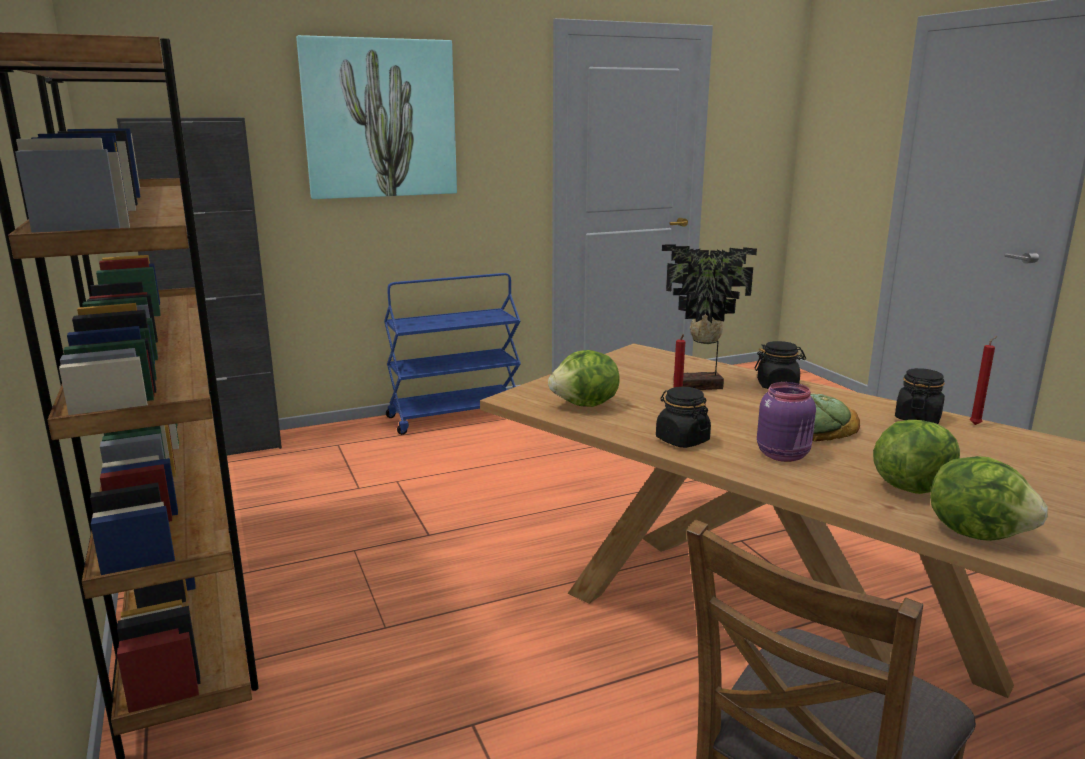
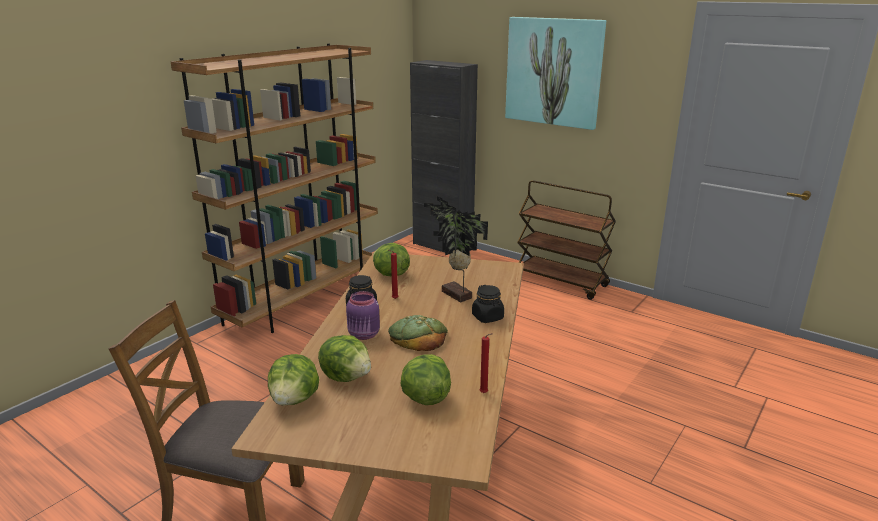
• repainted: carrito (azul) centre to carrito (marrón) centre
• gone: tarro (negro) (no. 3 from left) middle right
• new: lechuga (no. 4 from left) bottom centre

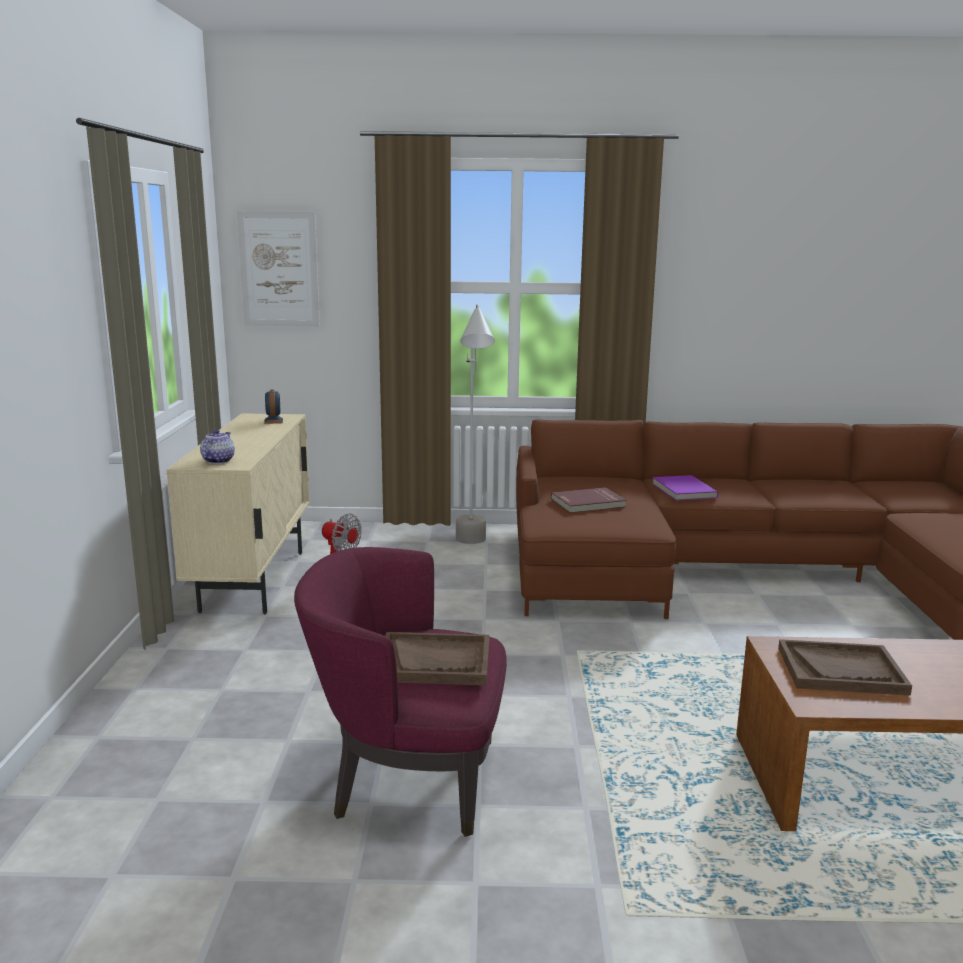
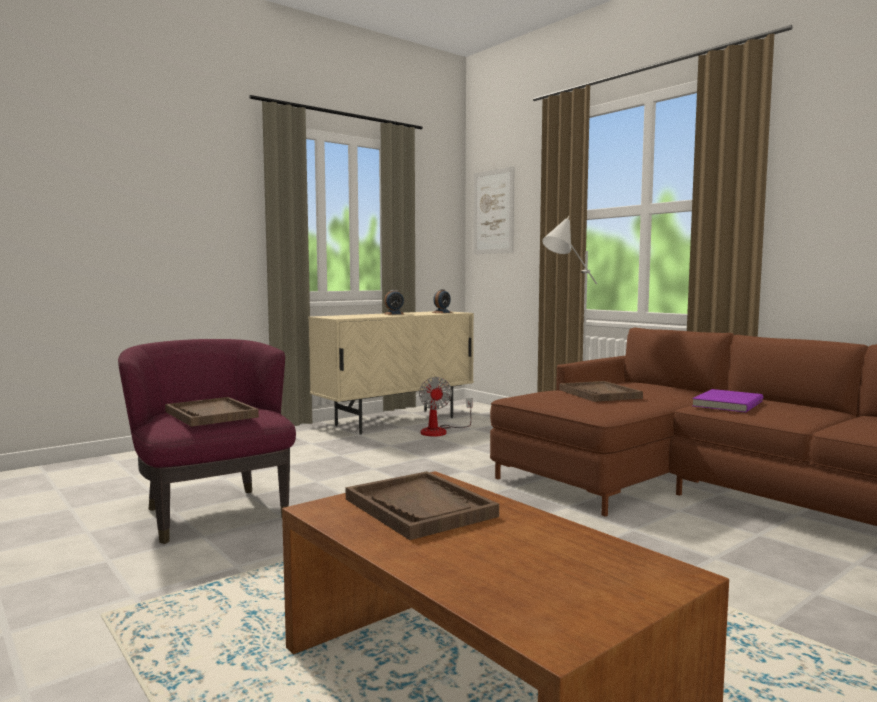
• gone: tetera middle left
• swapped: libro (rojo) centre to bandeja (marrón) (no. 3 from left) middle right
• new: despertador (no. 1 from left) centre

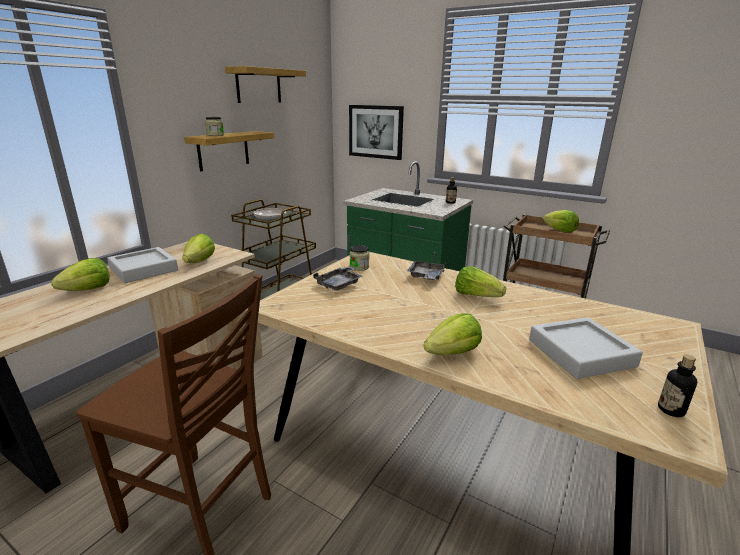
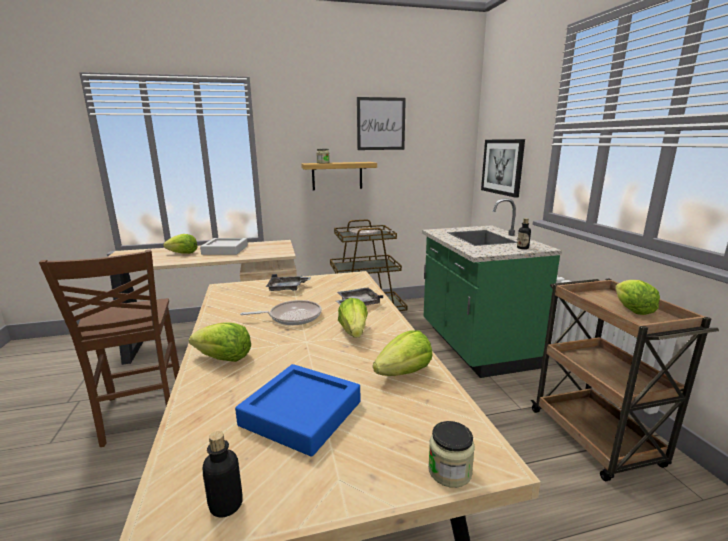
• swapped: estante (no. 2 from left) top centre to cuadro (no. 1 from left) top centre
• shifted: lechuga (no. 2 from left in the first image) middle left to lechuga (no. 4 from left) centre
• shifted: tarro (no. 2 from left) centre to bottom centre
• repainted: bandeja (gris) (no. 4 from left) middle right to bandeja (azul) bottom centre
• new: sartén (no. 1 from left) centre

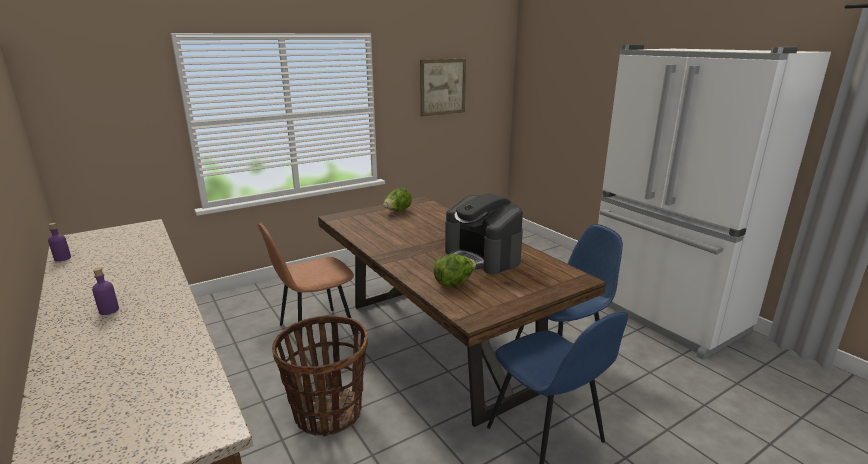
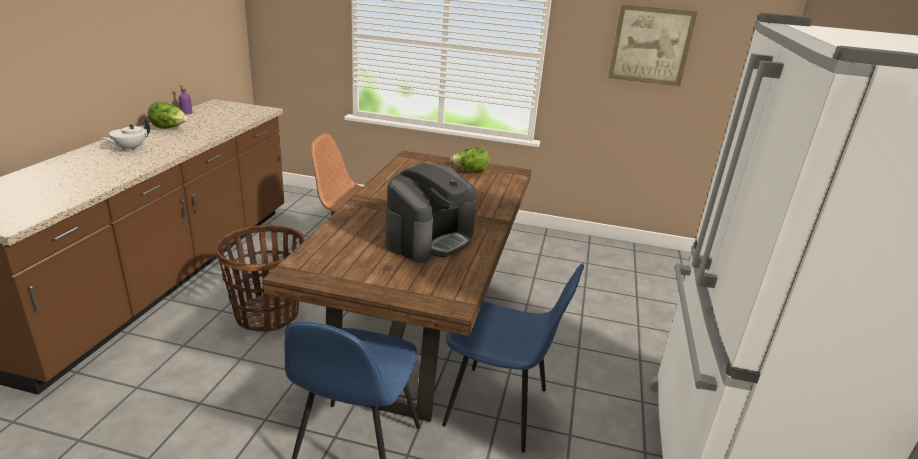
• rotated: cafetera centre = centre 150 degrees counterclockwise
• shifted: lechuga (no. 2 from left in the first image) centre to lechuga (no. 1 from left) top left
• swapped: botella (morado) (no. 2 from left) middle left to tetera (blanco) top left

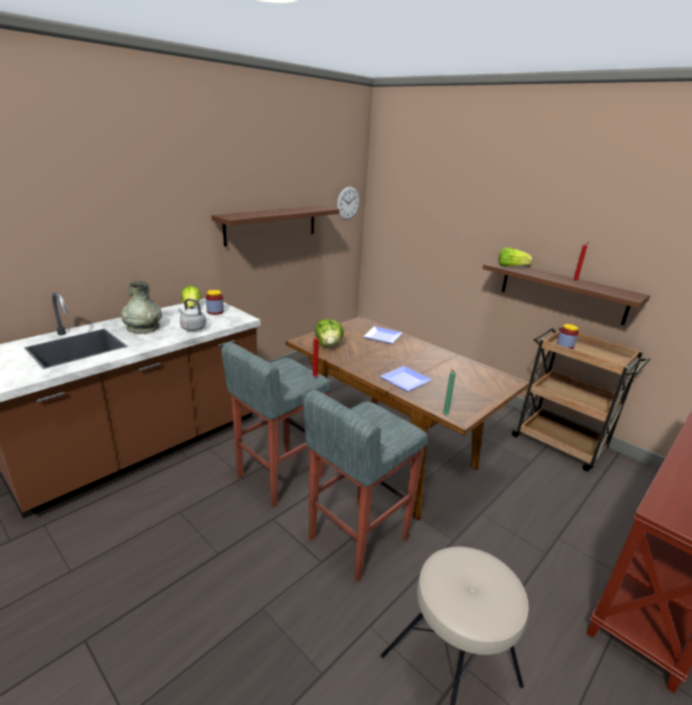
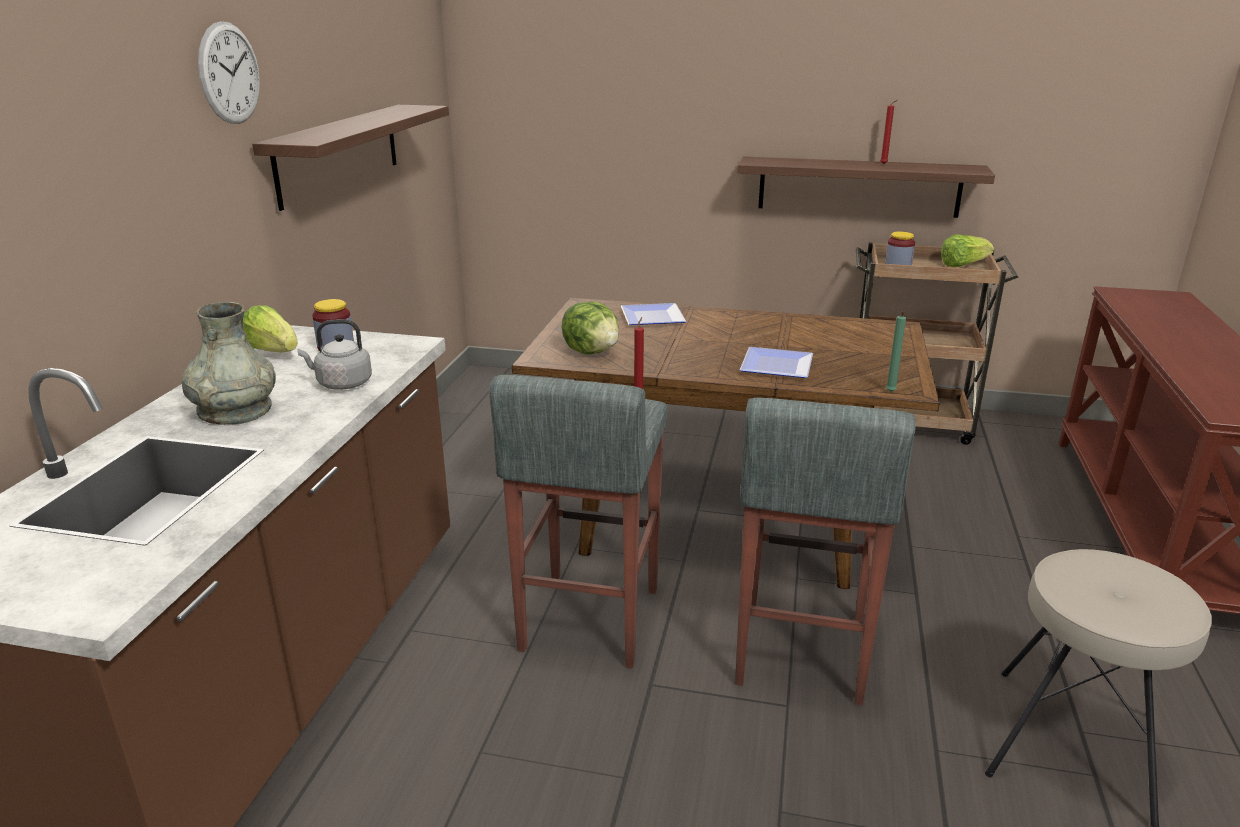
• shifted: reloj de pared top centre to top left
• shifted: lechuga (no. 3 from left) middle right to top right

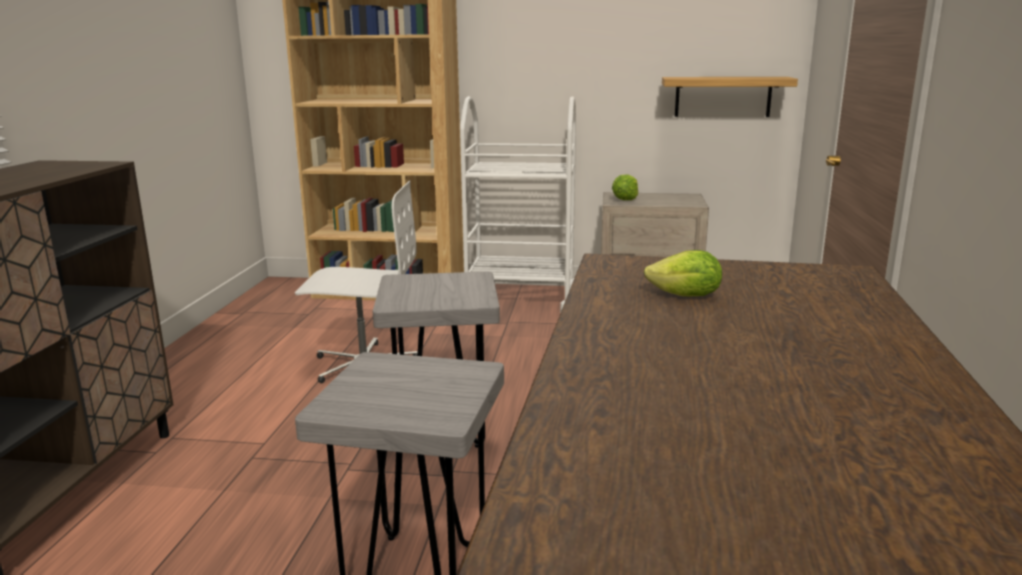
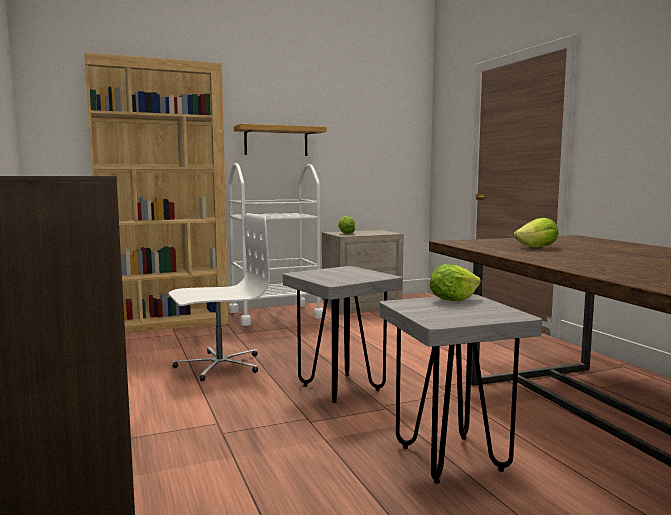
• shifted: estante top right to top centre
• new: lechuga (no. 2 from left) middle right

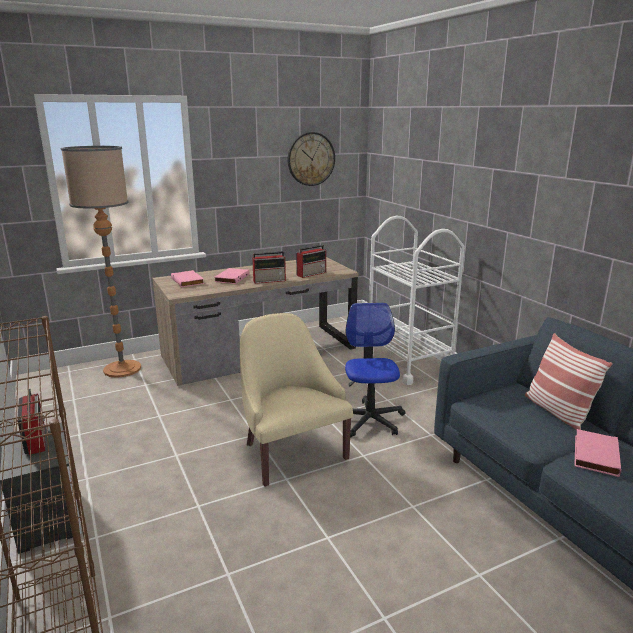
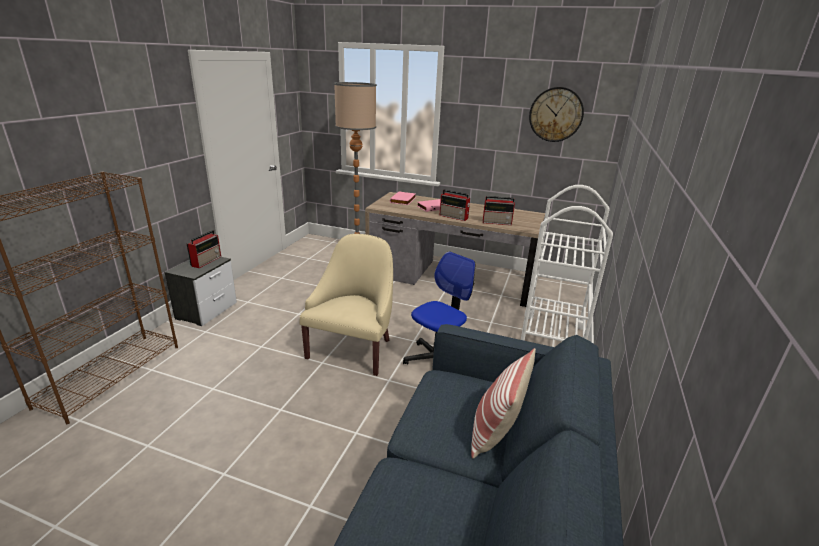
• gone: libro (rosa) (no. 3 from left) bottom right

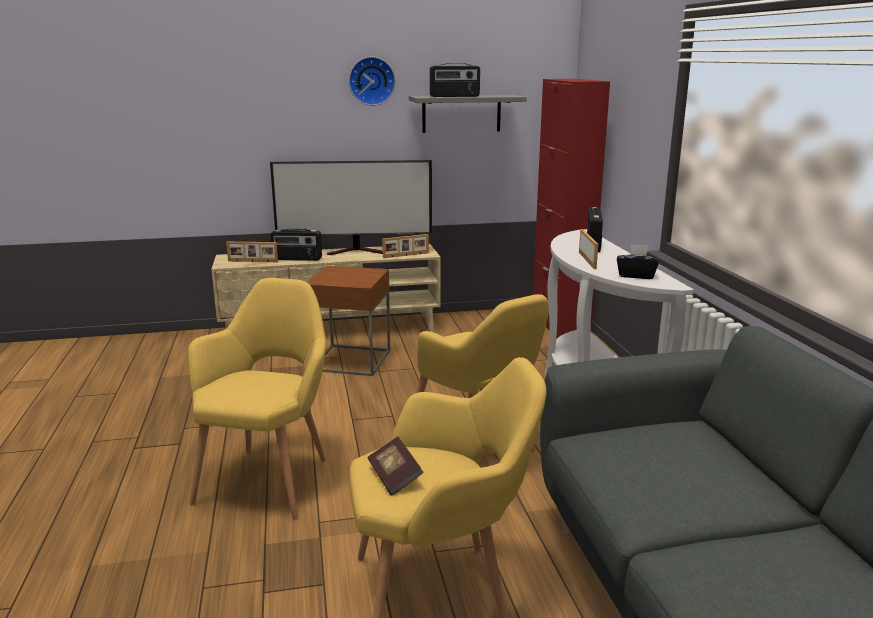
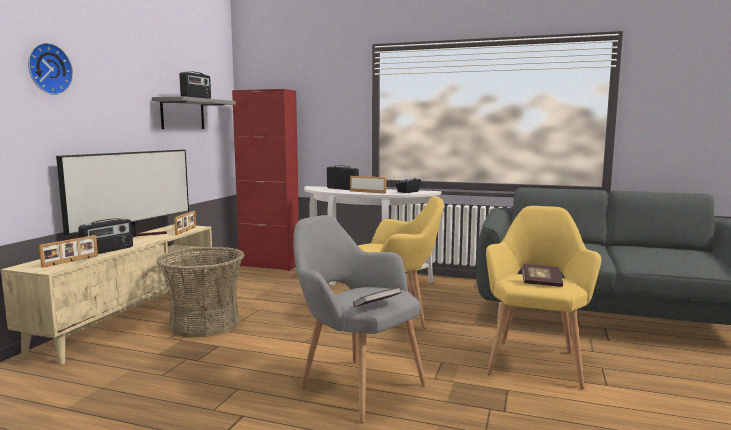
• shifted: reloj de pared top centre to top left
• swapped: mesa auxiliar (marrón) centre to cesta bottom left
• repainted: sillón (amarillo) (no. 1 from left) middle left to sillón (gris) bottom centre
• new: libro (no. 1 from left) bottom centre

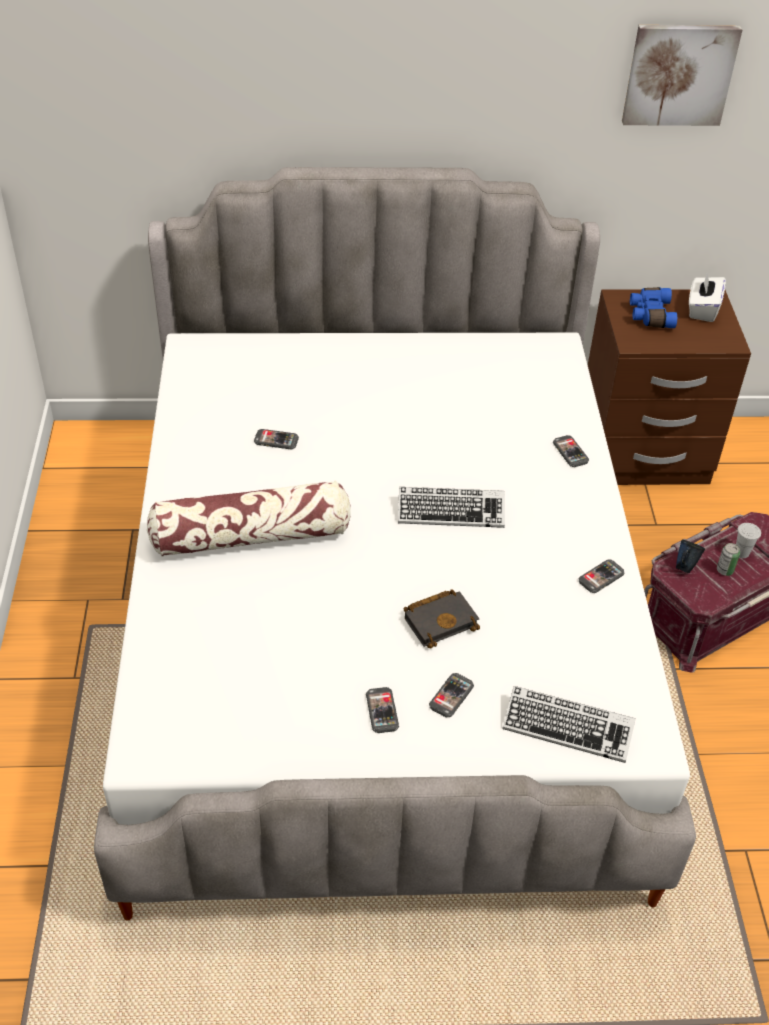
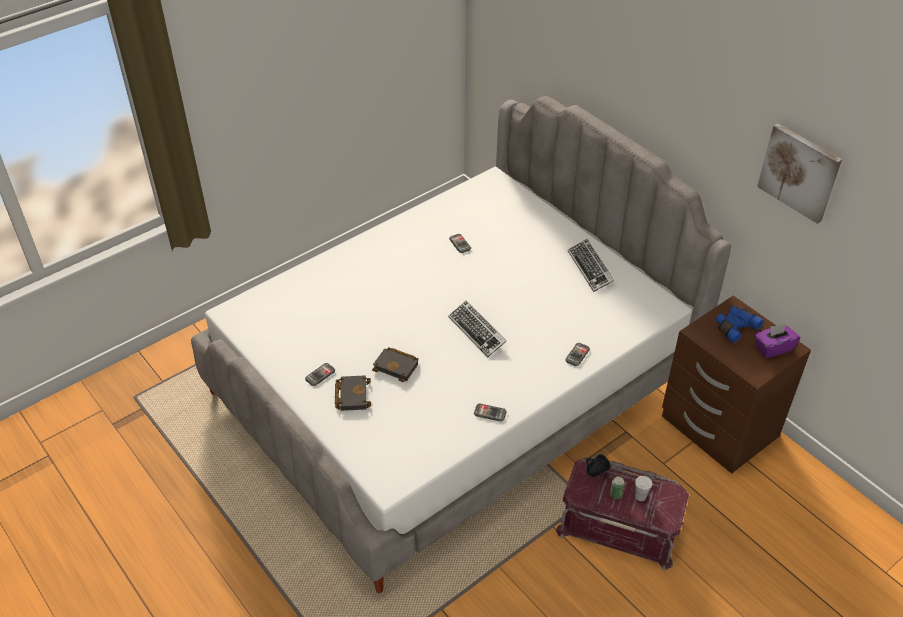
• repainted: caja de pañuelos (blanco) top right to caja de pañuelos (morado) middle right
• gone: cojín middle left
• swapped: móvil (no. 3 from left) bottom centre to libro (negro) (no. 1 from left) centre
• shifted: teclado (no. 2 from left) bottom right to centre

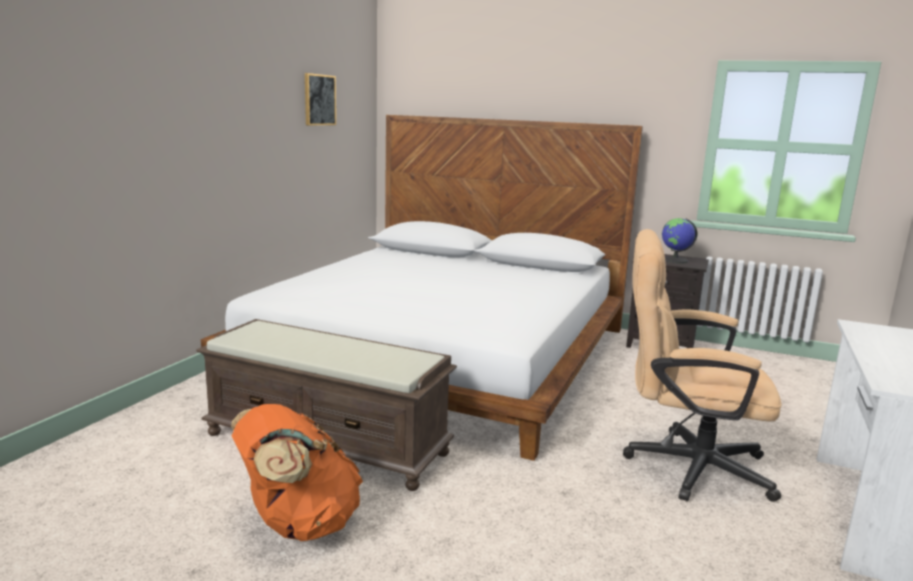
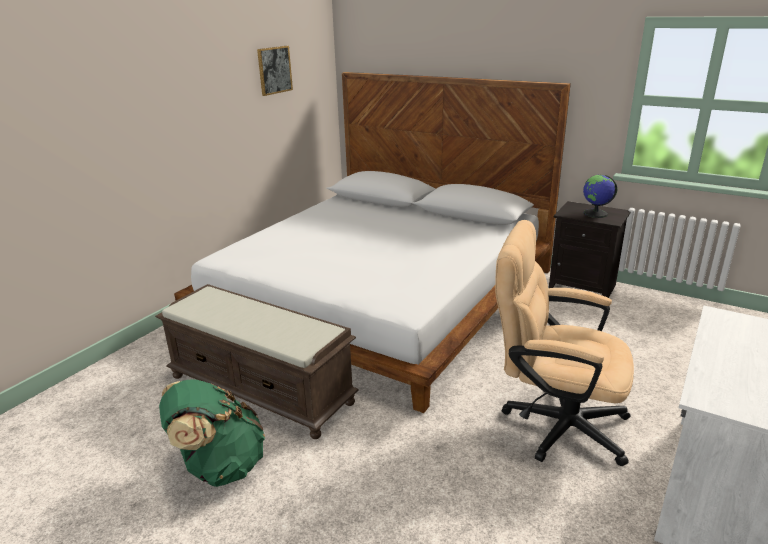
• repainted: mochila (naranja) bottom left to mochila (verde) bottom left

